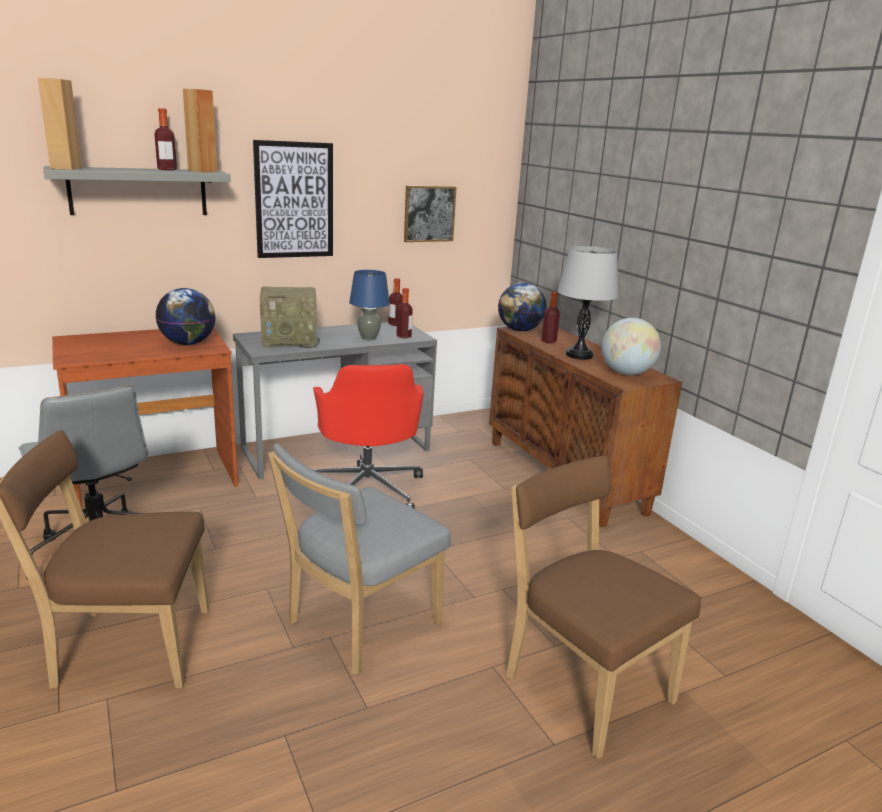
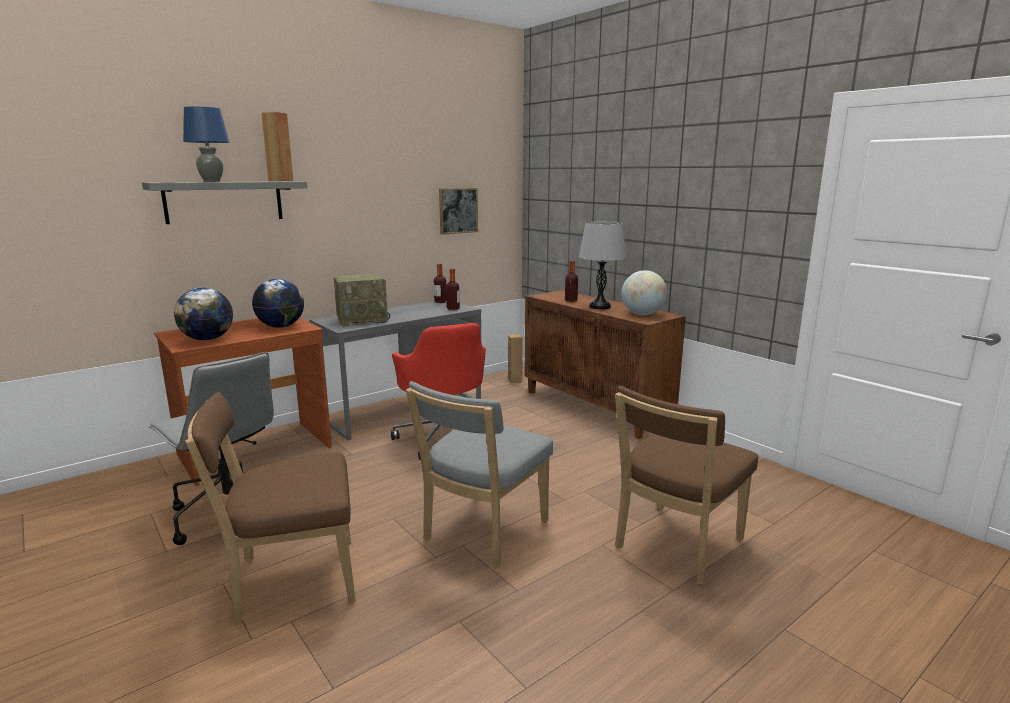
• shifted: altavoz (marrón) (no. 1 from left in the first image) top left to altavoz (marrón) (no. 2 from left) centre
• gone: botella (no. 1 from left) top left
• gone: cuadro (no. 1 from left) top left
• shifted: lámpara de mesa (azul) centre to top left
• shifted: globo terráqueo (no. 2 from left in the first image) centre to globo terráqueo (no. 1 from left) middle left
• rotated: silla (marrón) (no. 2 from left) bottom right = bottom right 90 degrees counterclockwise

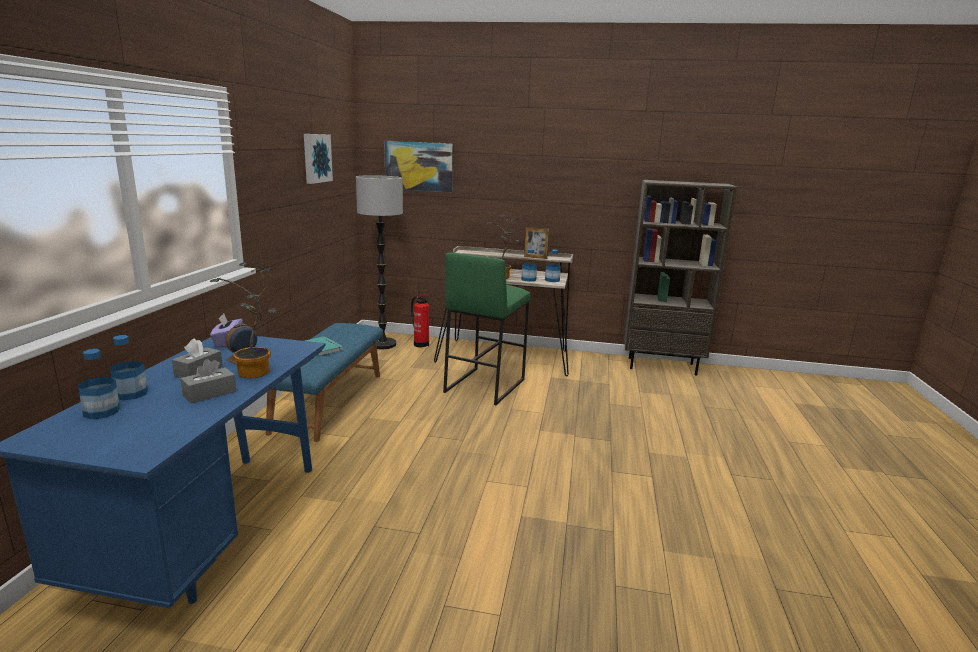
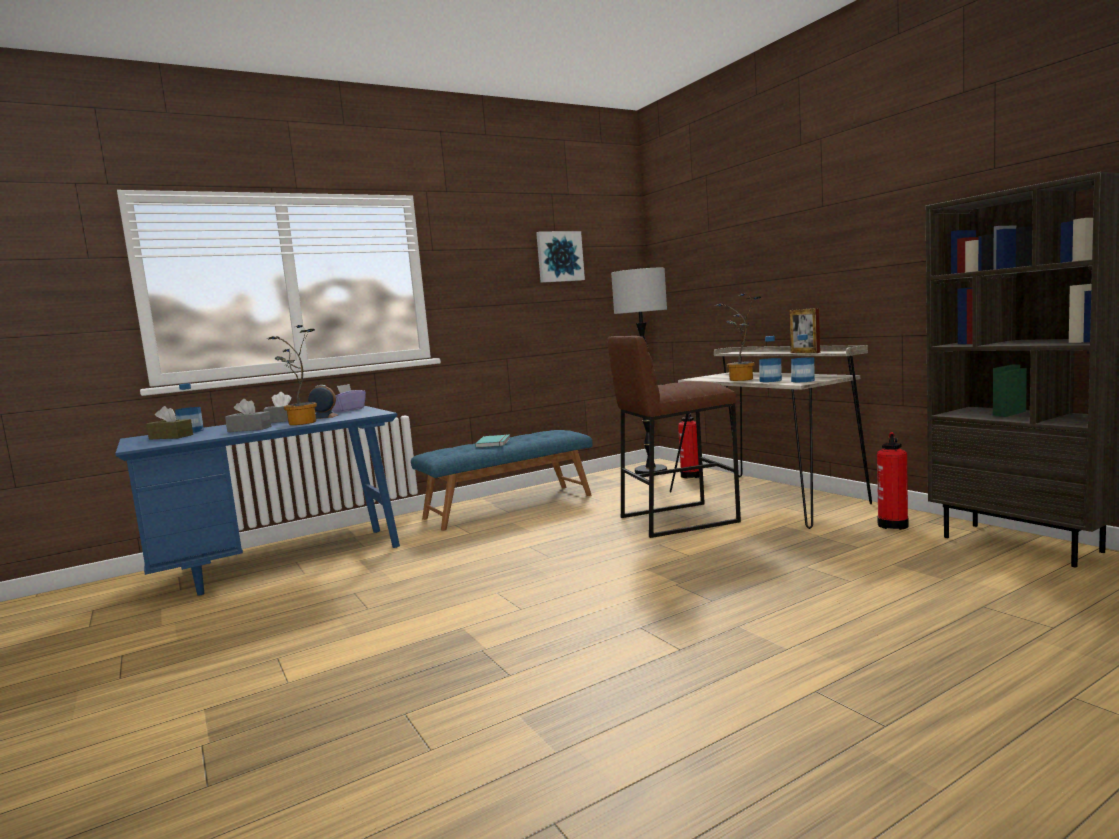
• gone: cuadro (no. 2 from left) top centre
• repainted: taburete (verde) centre to taburete (marrón) centre
• gone: botella (no. 2 from left) middle left
• new: caja de pañuelos (marrón) middle left
• new: extintor (no. 2 from left) middle right

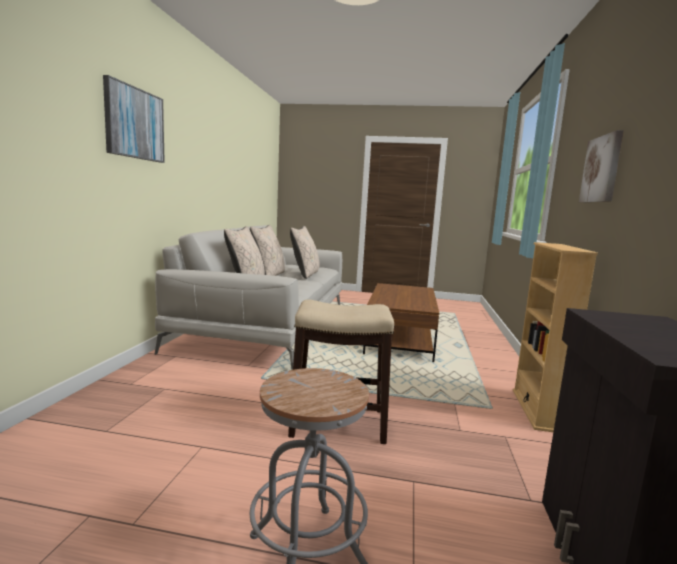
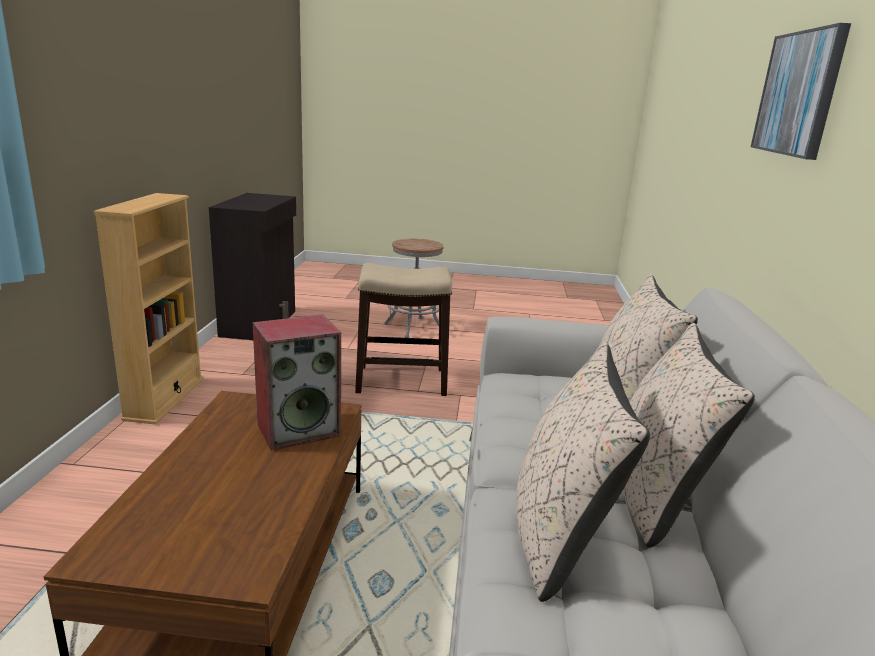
• gone: cuadro (no. 2 from left) top right
• new: altavoz centre

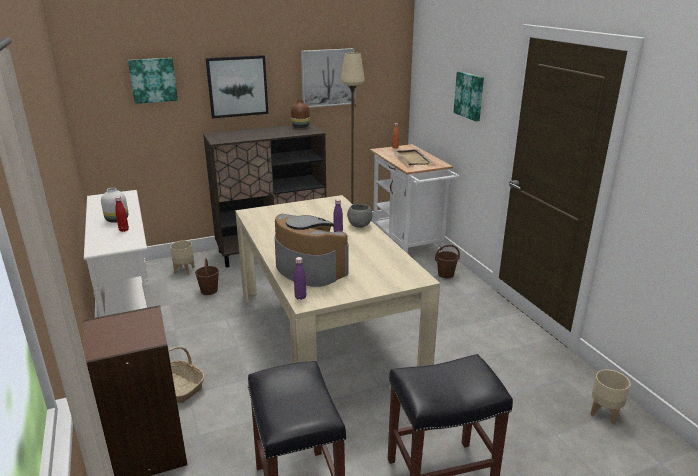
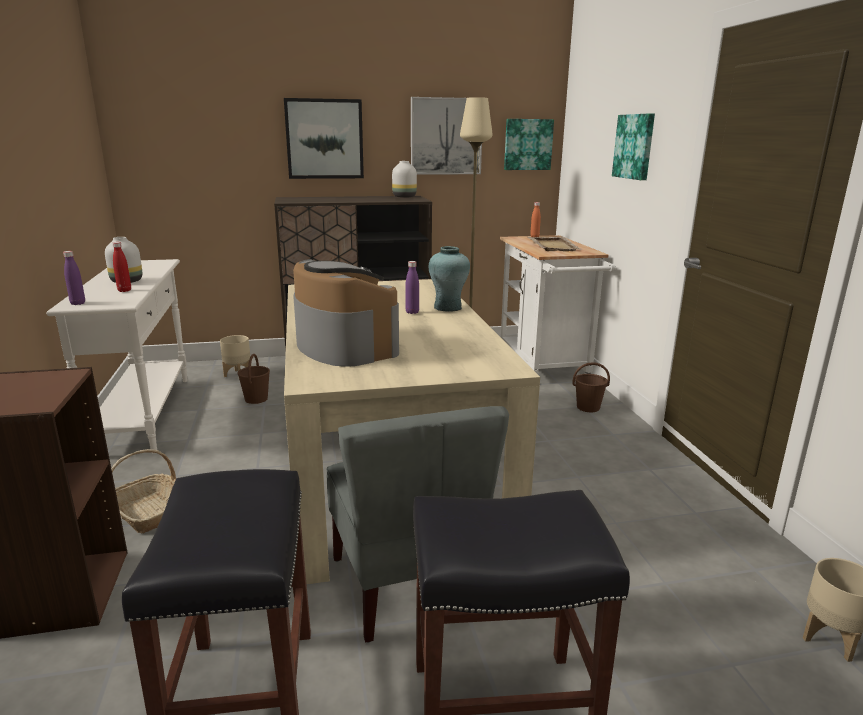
• shifted: cuadro (no. 1 from left in the first image) top left to cuadro (no. 3 from left) top centre
• repainted: florero (marrón) top centre to florero (blanco) (no. 2 from left) top centre
• swapped: cuenco (gris) centre to florero (turquesa) centre
• shifted: botella (morado) (no. 1 from left) centre to middle left
• new: silla (gris) bottom centre

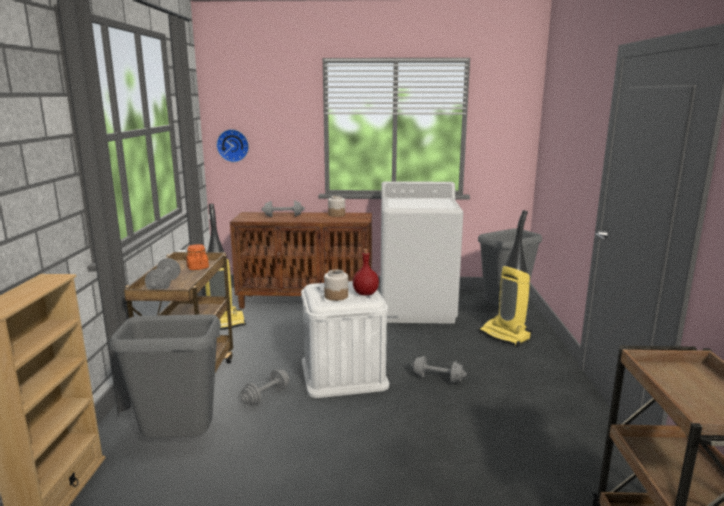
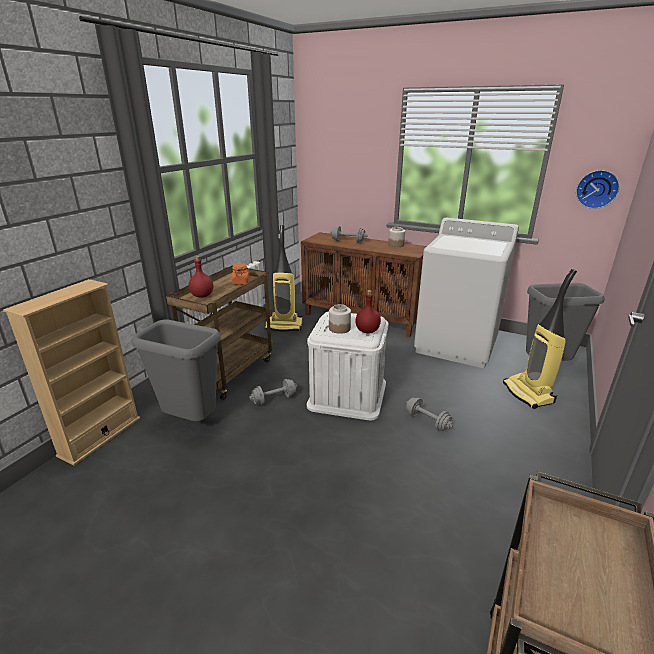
• shifted: reloj de pared top left to top right
• swapped: mancuerna (gris) (no. 1 from left) middle left to botella (rojo) (no. 1 from left) middle left

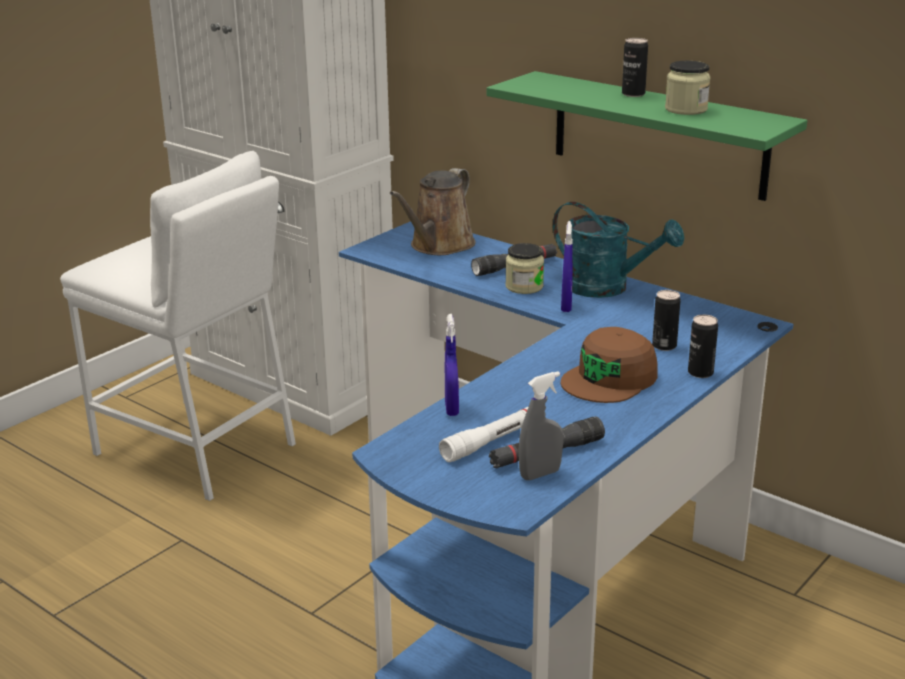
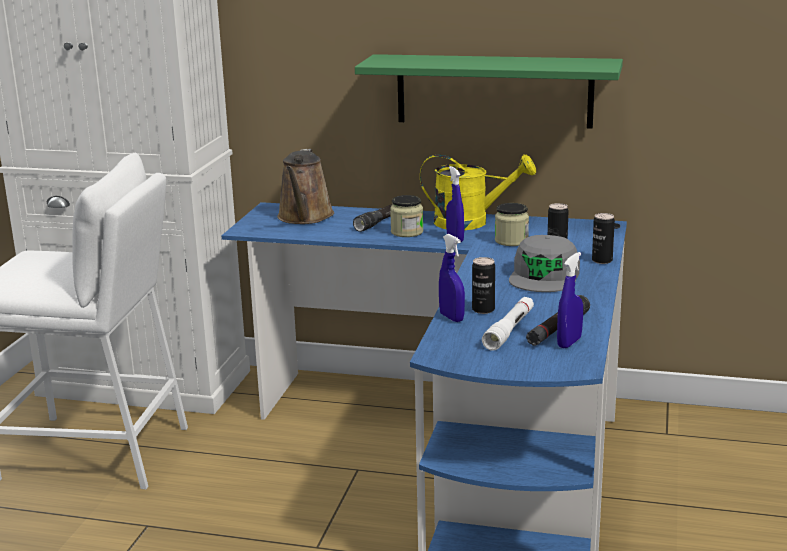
• shifted: lata (no. 1 from left) top right to centre
• shifted: tarro (no. 2 from left) top right to centre
• repainted: regadera (turquesa) middle right to regadera (amarillo) centre
• repainted: gorra (marrón) middle right to gorra (gris) middle right
• repainted: pulverizador (gris) centre to pulverizador (azul) (no. 3 from left) middle right

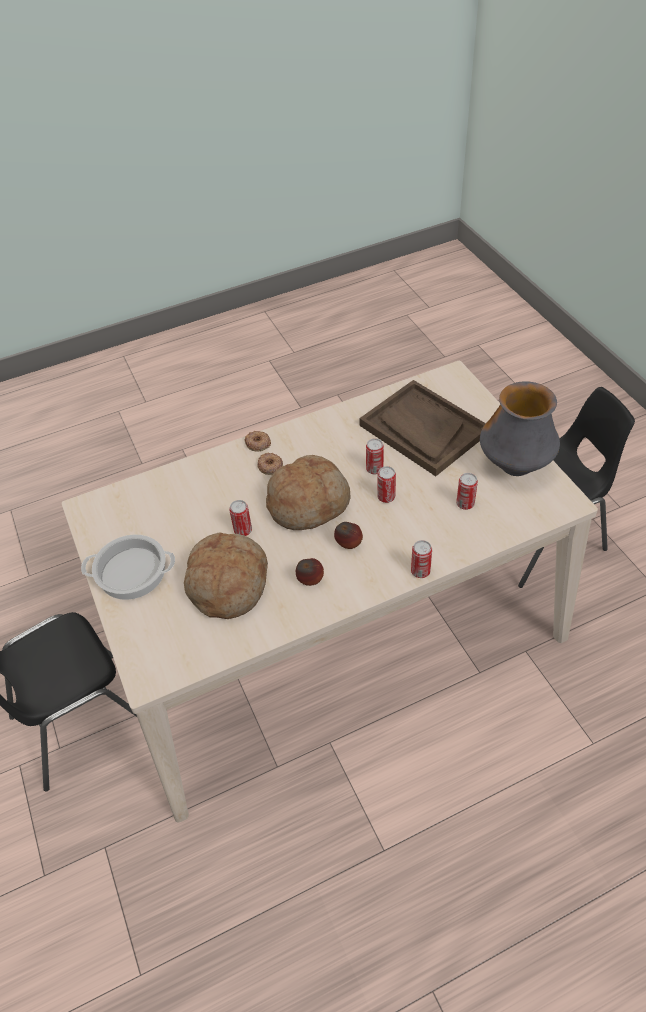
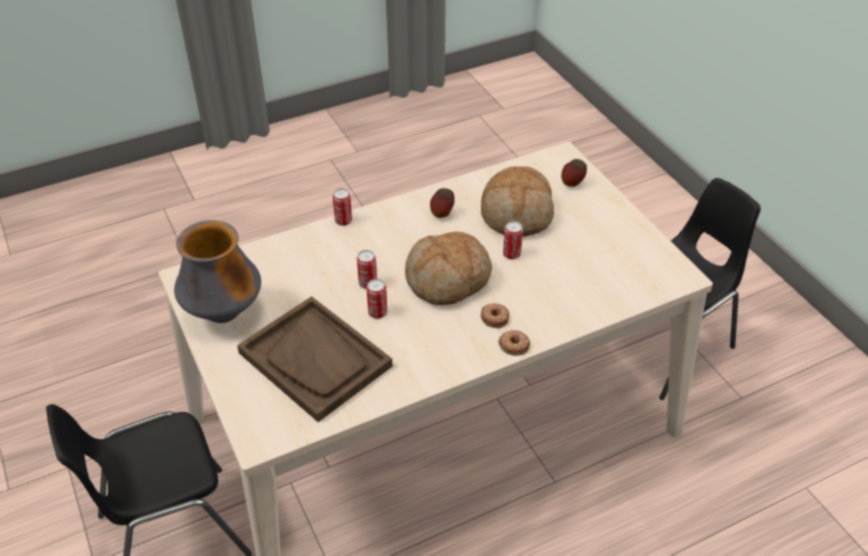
• gone: lata (no. 5 from left) middle right
• shifted: manzana (no. 2 from left) centre to top centre
• gone: olla middle left

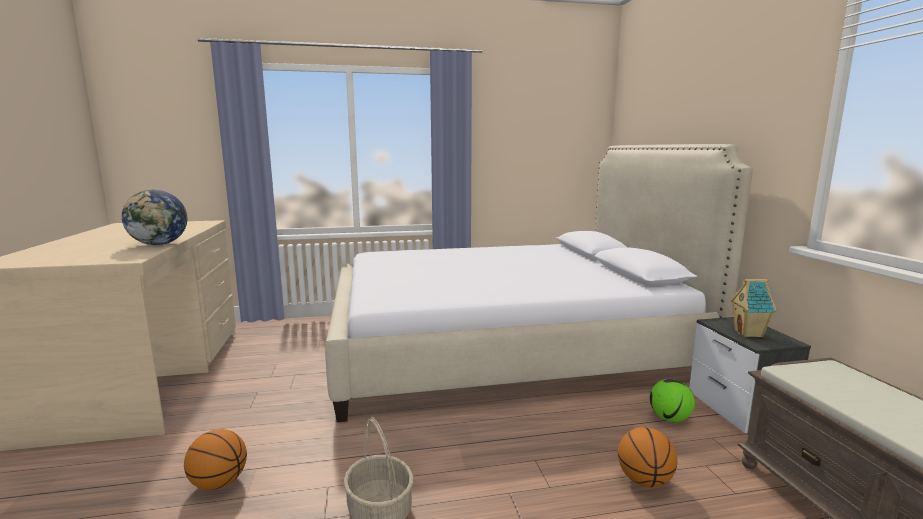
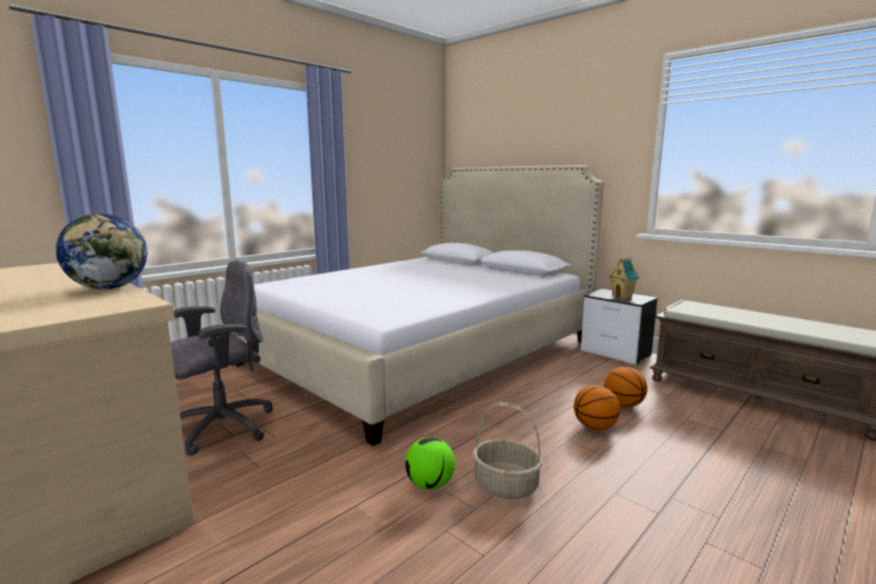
• shifted: balón de fútbol bottom right to bottom centre
• shifted: balón de baloncesto (no. 1 from left) bottom left to bottom right
• new: silla de oficina (gris) middle left

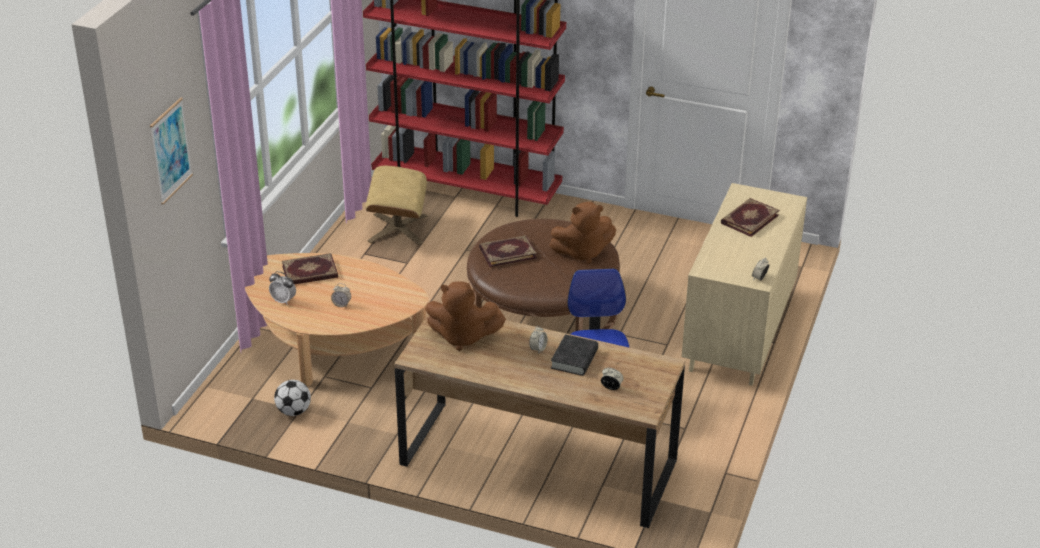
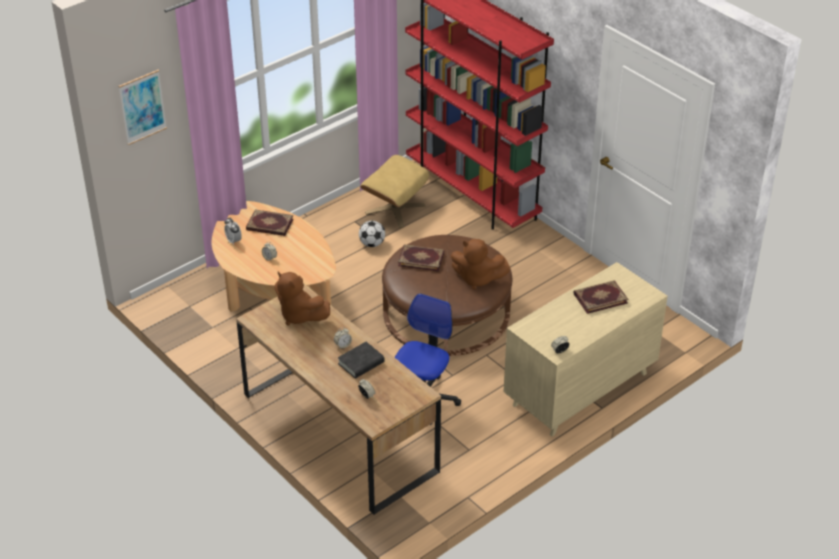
• shifted: balón de fútbol bottom left to centre

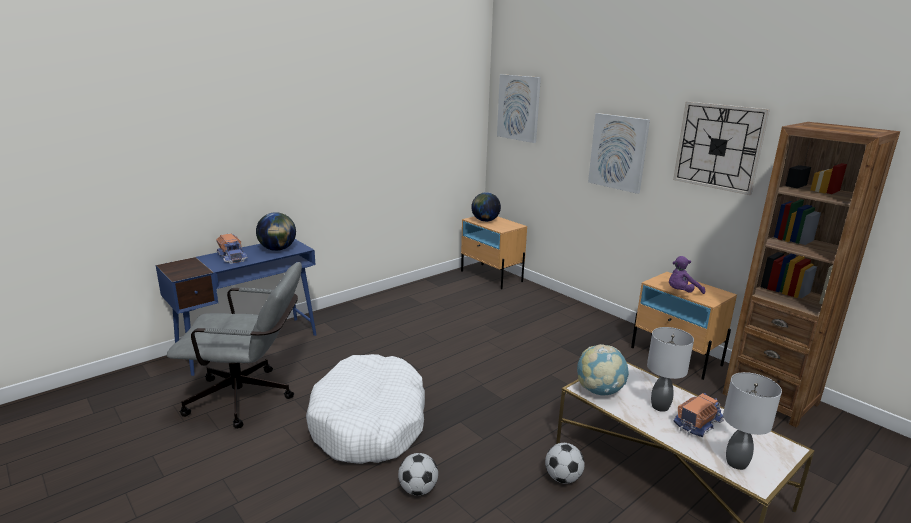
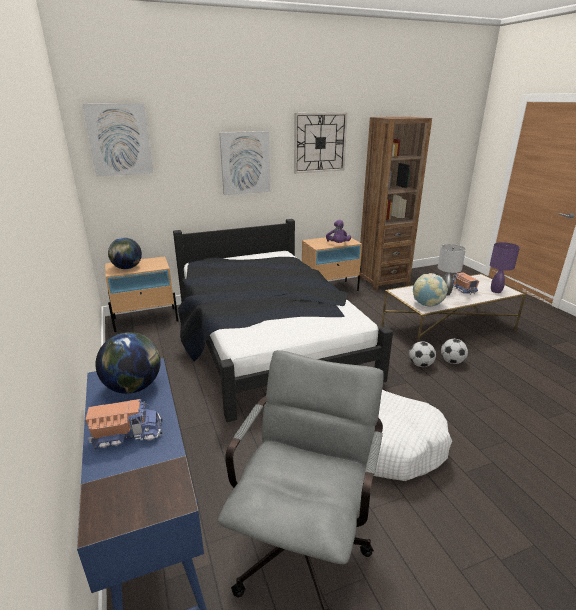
• repainted: lámpara de mesa (gris) (no. 2 from left) bottom right to lámpara de mesa (morado) middle right
• shifted: balón de fútbol (no. 1 from left) bottom centre to middle right
• new: cama (negro) centre

